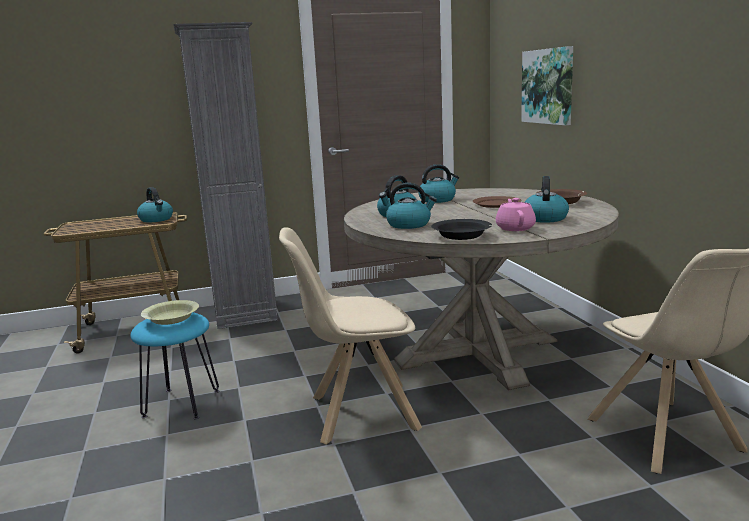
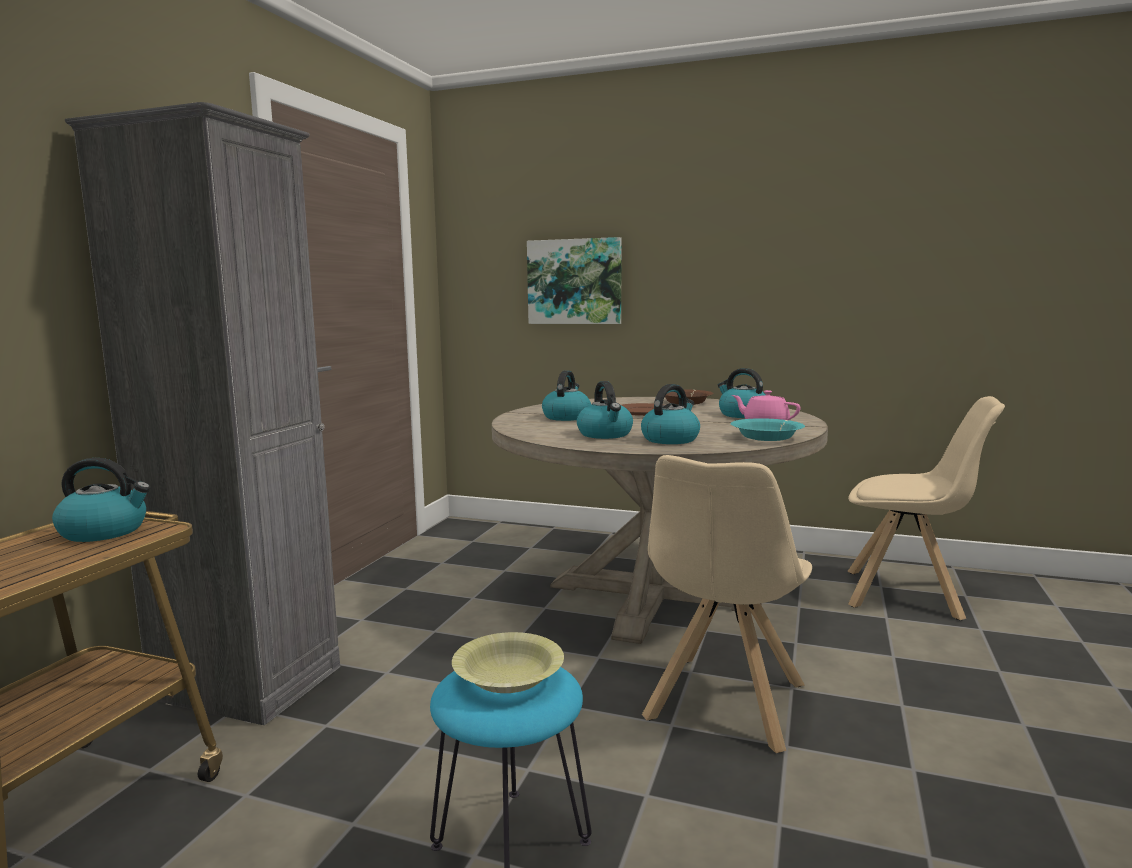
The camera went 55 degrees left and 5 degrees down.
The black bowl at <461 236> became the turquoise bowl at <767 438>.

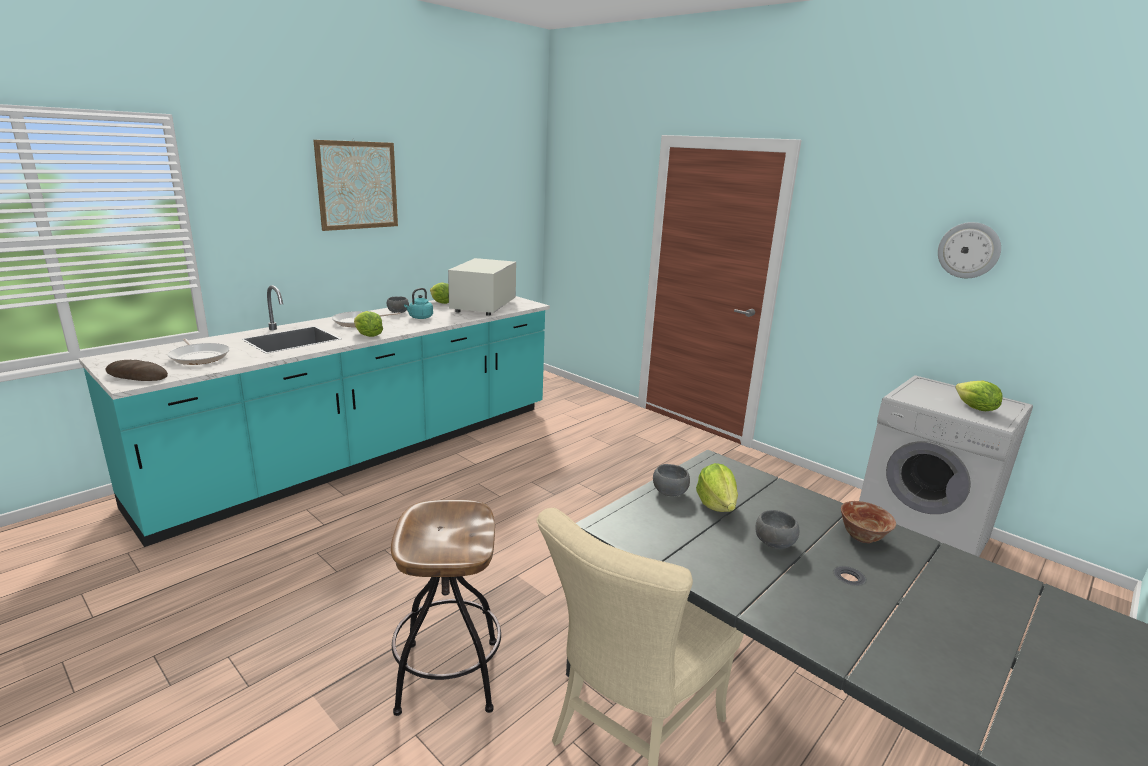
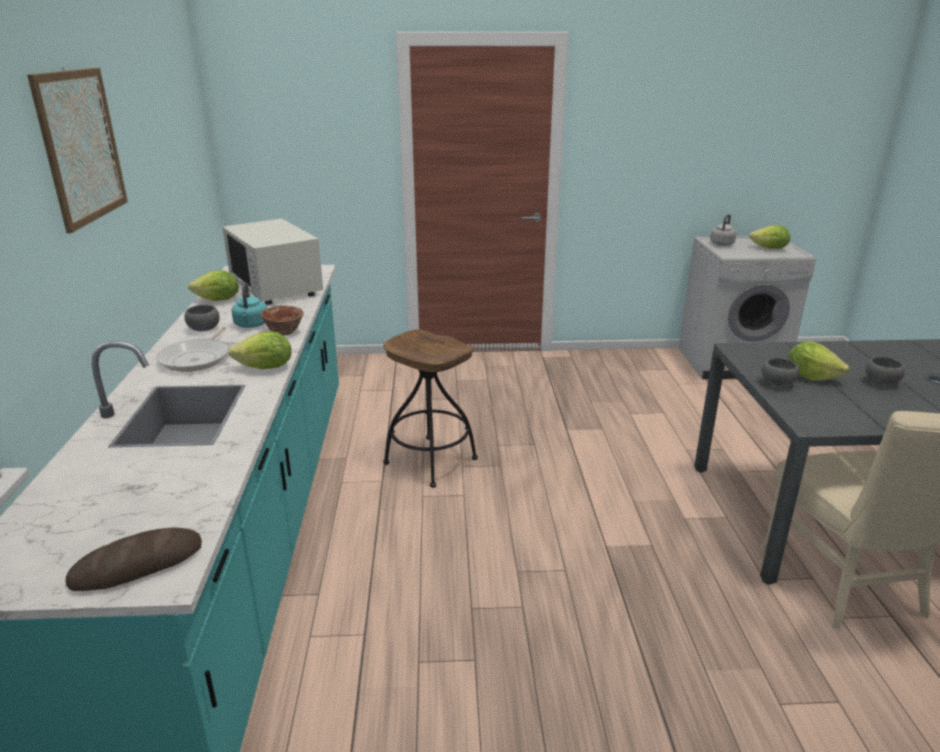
The camera went 45 degrees left and 5 degrees up.
The wall clock at <969 250> disappeared.
The frying pan at <199 357> disappeared.
The brown stool moved from <448 674> to <430 460>.
The bowl moved from <862 537> to <284 332>.
The grey kettle at <722 243> appeared.

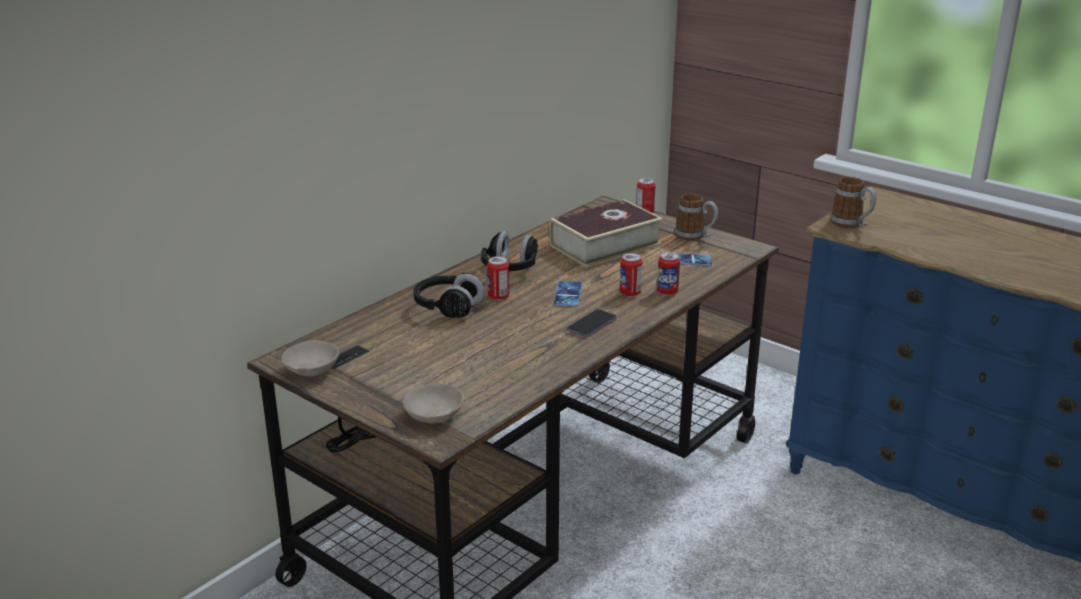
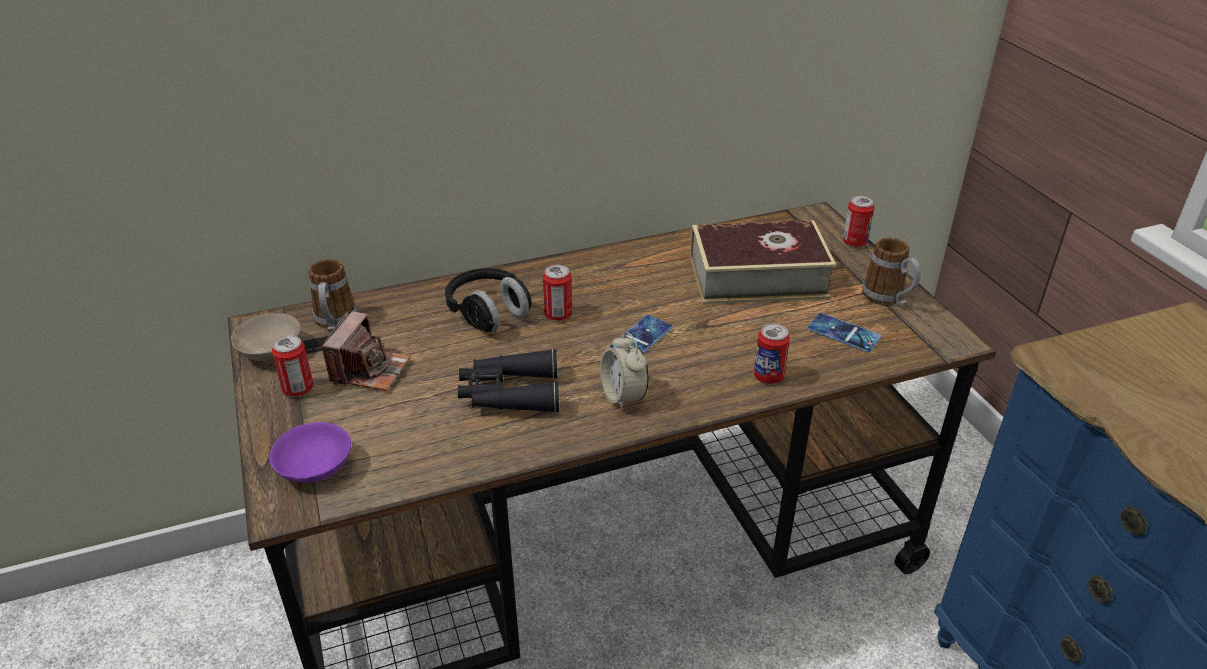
The camera went 30 degrees right and 10 degrees up.
The mug moved from <851 225> to <335 323>.
The black headphones at <510 268> disappeared.
The can moved from <630 293> to <298 389>.
The phone at <591 325> was replaced by the alarm clock at <623 396>.
The beige bowl at <433 414> became the purple bowl at <316 465>.
The photo camera at <369 370> appeared.
The black binoculars at <509 393> appeared.

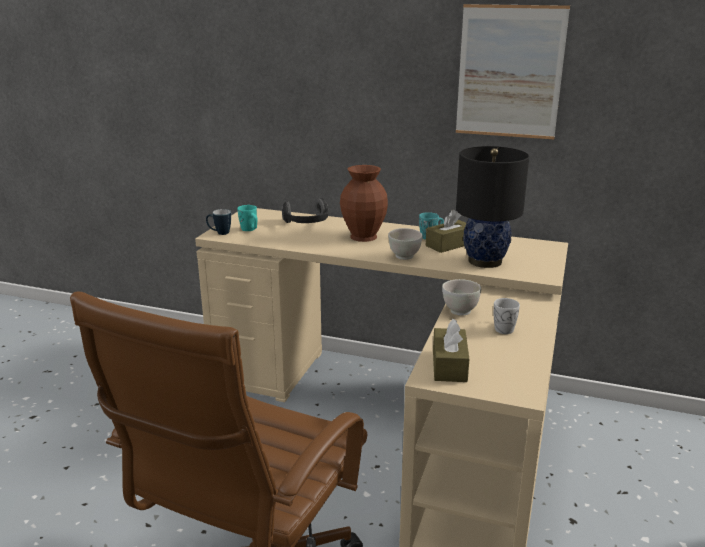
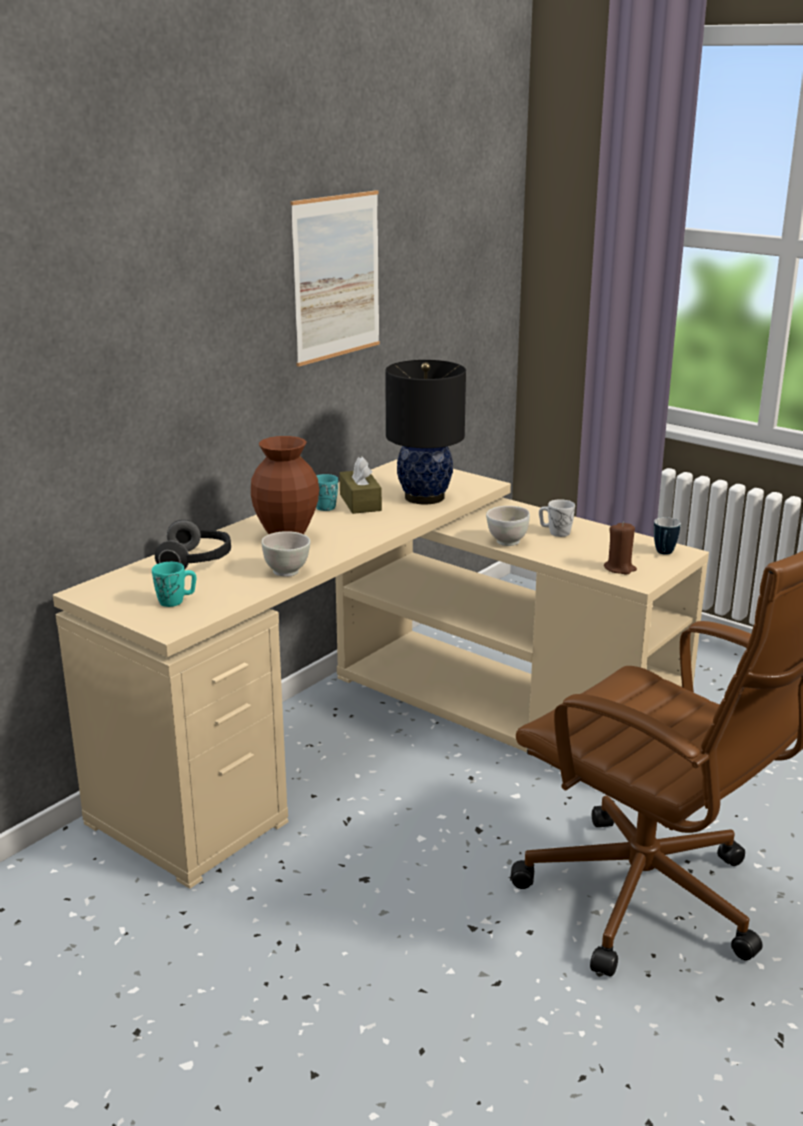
The camera went 70 degrees left and 0 degrees up.
The mug moved from <219 233> to <663 554>.
The white bowl moved from <404 257> to <287 572>.
The brown tissue box at <449 365> was replaced by the brown candle at <619 569>.

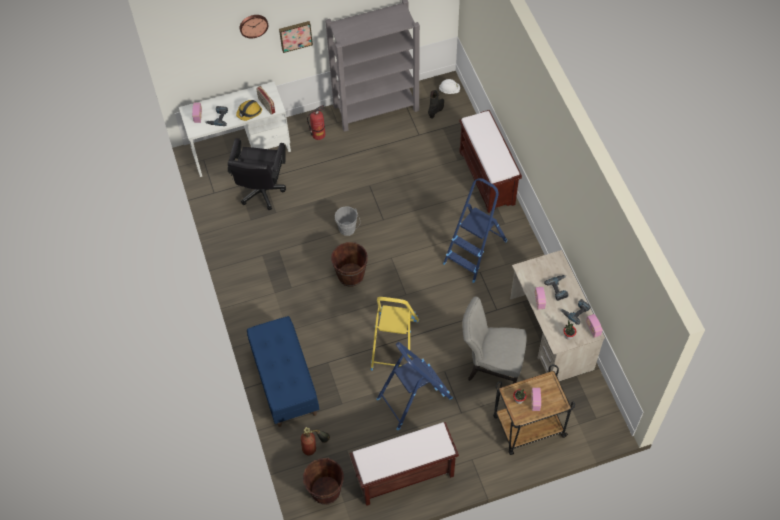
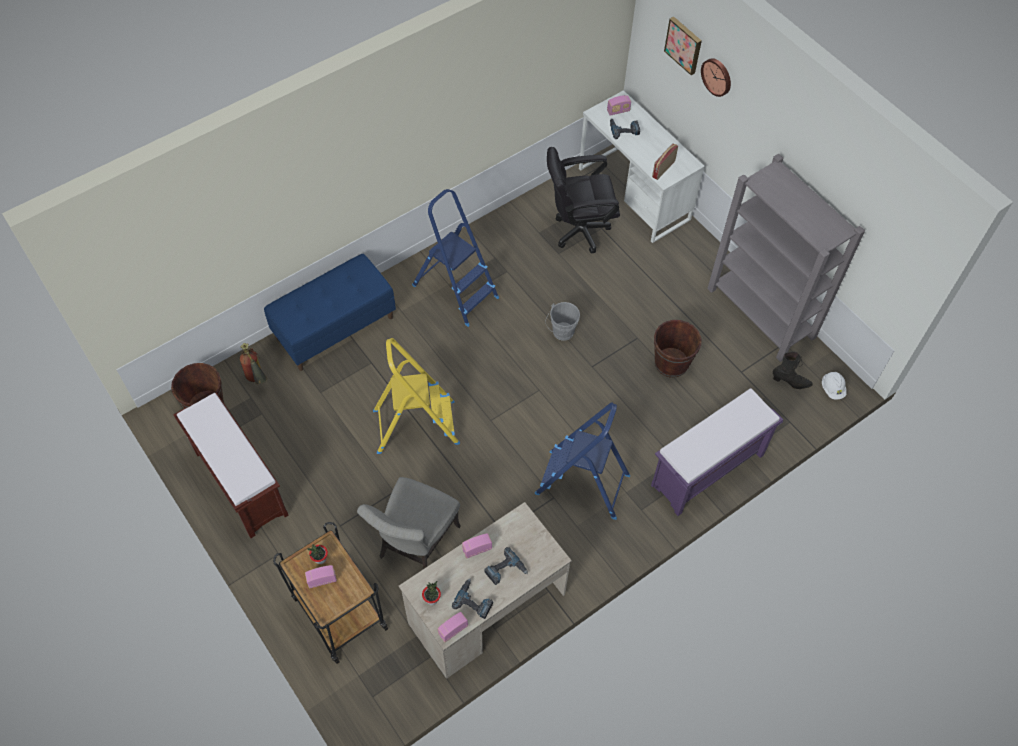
The camera went 70 degrees right and 0 degrees up.
The picture moved from <295 35> to <684 45>.
The hard hat at <249 112> disappeared.
The fire extinguisher at <318 134> disappeared.
The brown bench at <487 178> became the purple bench at <707 471>.
The brown bucket moved from <351 275> to <671 363>.
The grey chair at <491 366> turned 150 degrees counterclockwise.
The blue step ladder moved from <415 398> to <456 292>.

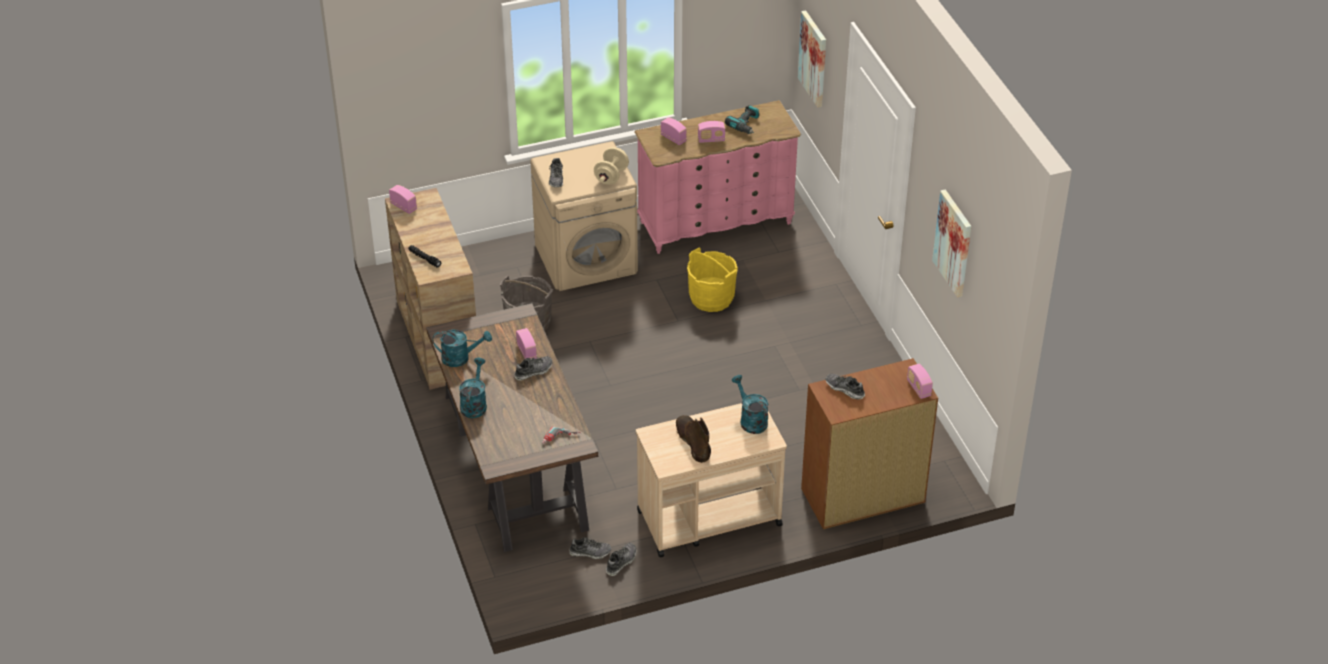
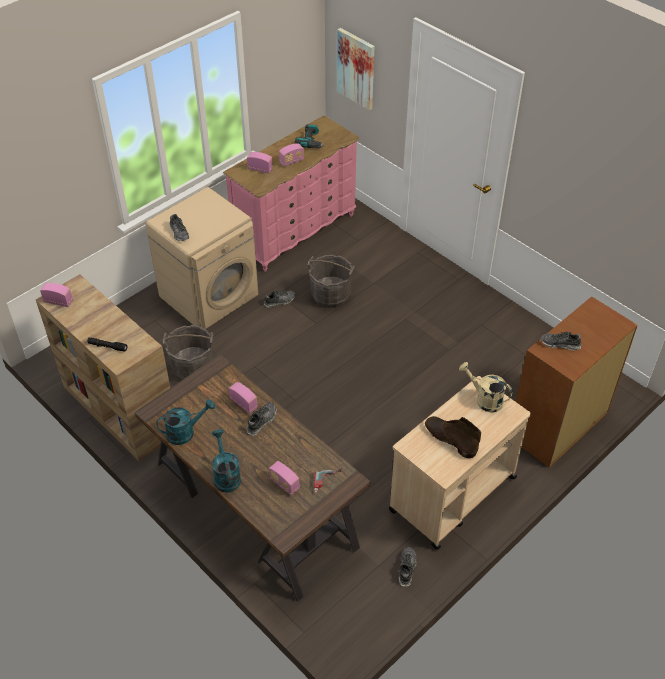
The camera went 25 degrees left and 5 degrees up.
The beige dumbbell at <611 176> disappeared.
The picture at <953 243> disappeared.
The yellow bucket at <711 298> became the grey bucket at <330 295>.
The radio moved from <918 388> to <284 484>.
The turquoise watering can at <750 420> became the beige watering can at <484 399>.
The shoe moved from <590 552> to <279 301>.

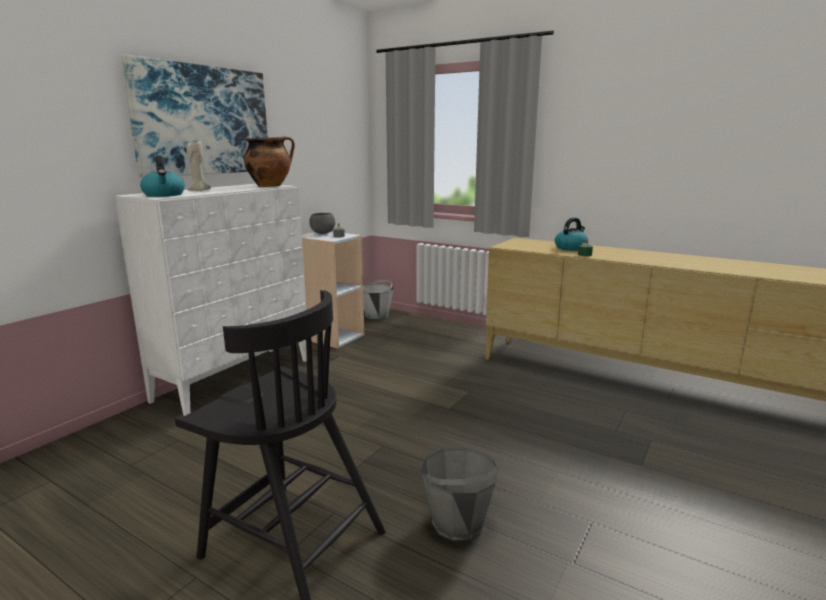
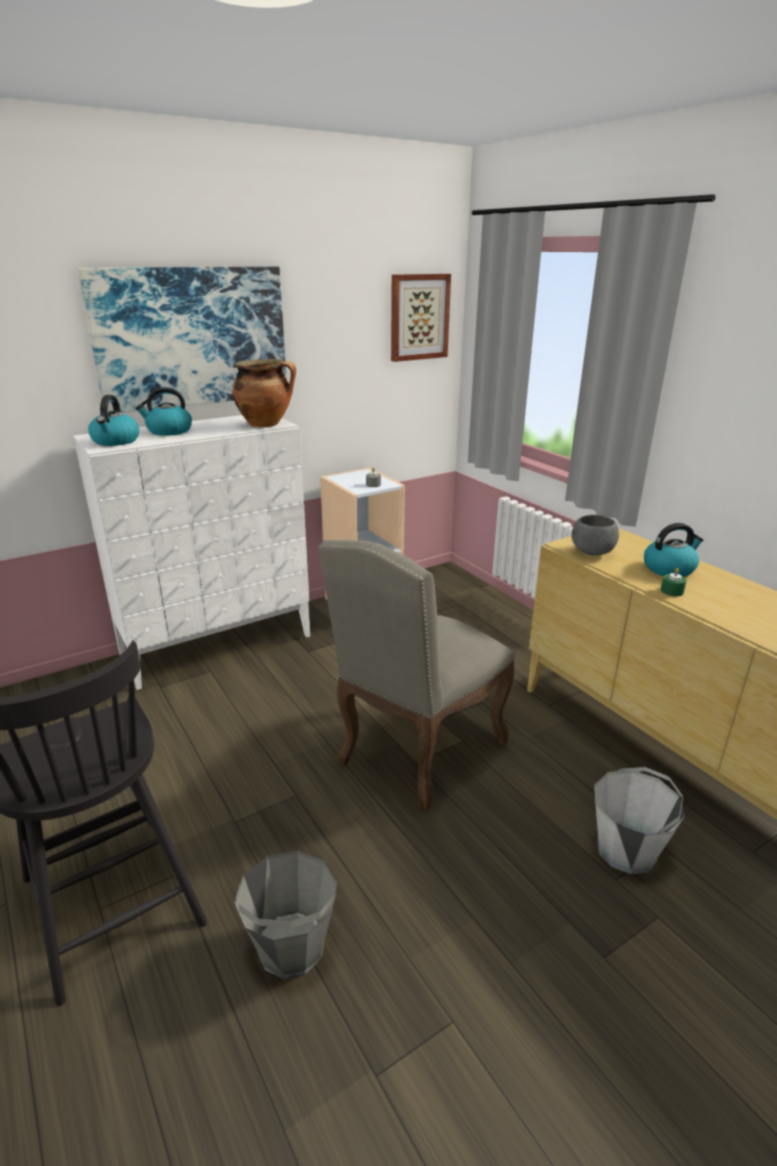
The camera went 25 degrees right and 10 degrees up.
The beige candle at <198 190> was replaced by the kettle at <168 431>.
The grey bowl moved from <323 233> to <592 552>.
The grey bucket moved from <377 315> to <627 850>.
The picture at <419 317> appeared.
The grey chair at <415 751> appeared.

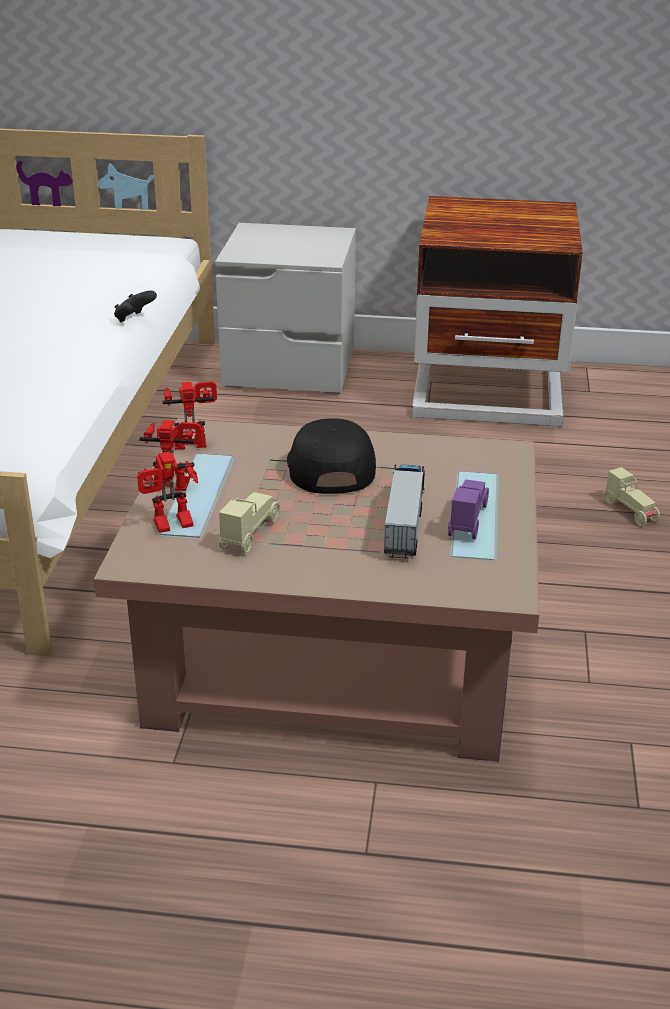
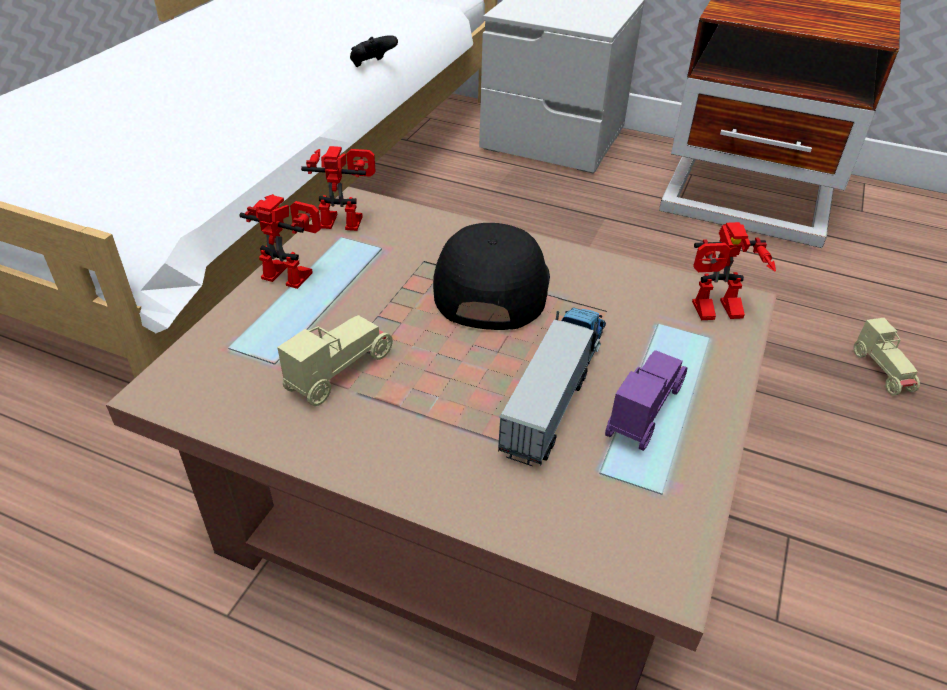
The camera went 15 degrees right and 10 degrees up.
The toy robot moved from <171 526> to <716 314>.

